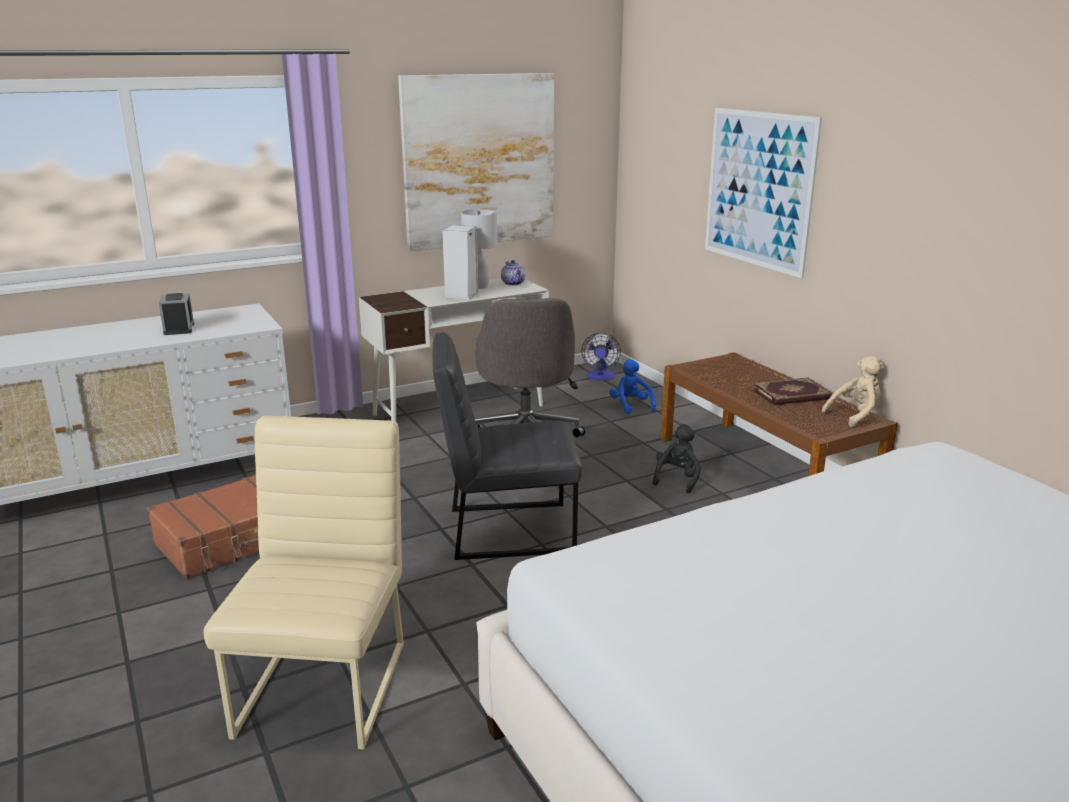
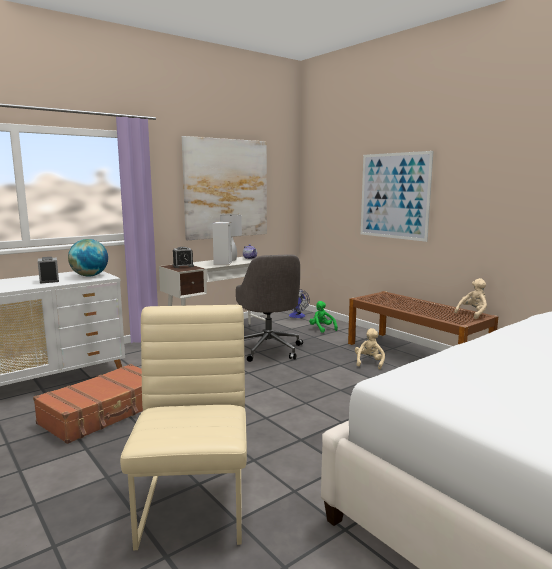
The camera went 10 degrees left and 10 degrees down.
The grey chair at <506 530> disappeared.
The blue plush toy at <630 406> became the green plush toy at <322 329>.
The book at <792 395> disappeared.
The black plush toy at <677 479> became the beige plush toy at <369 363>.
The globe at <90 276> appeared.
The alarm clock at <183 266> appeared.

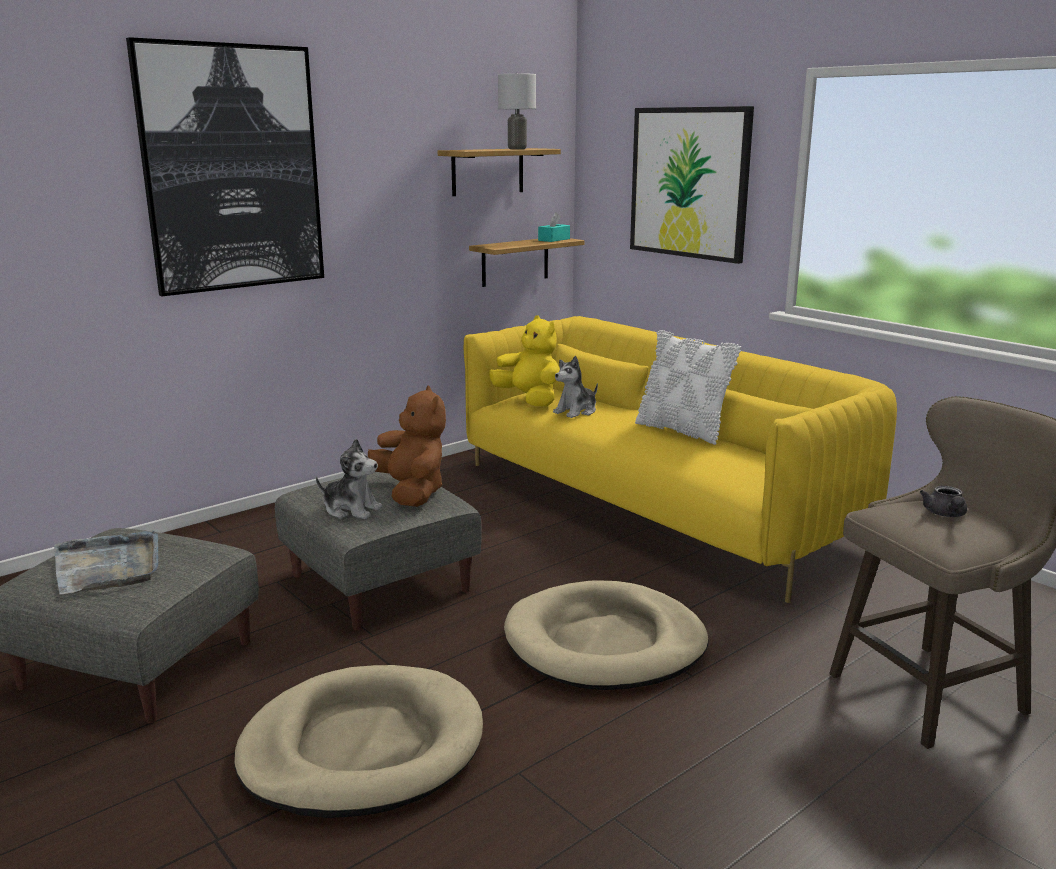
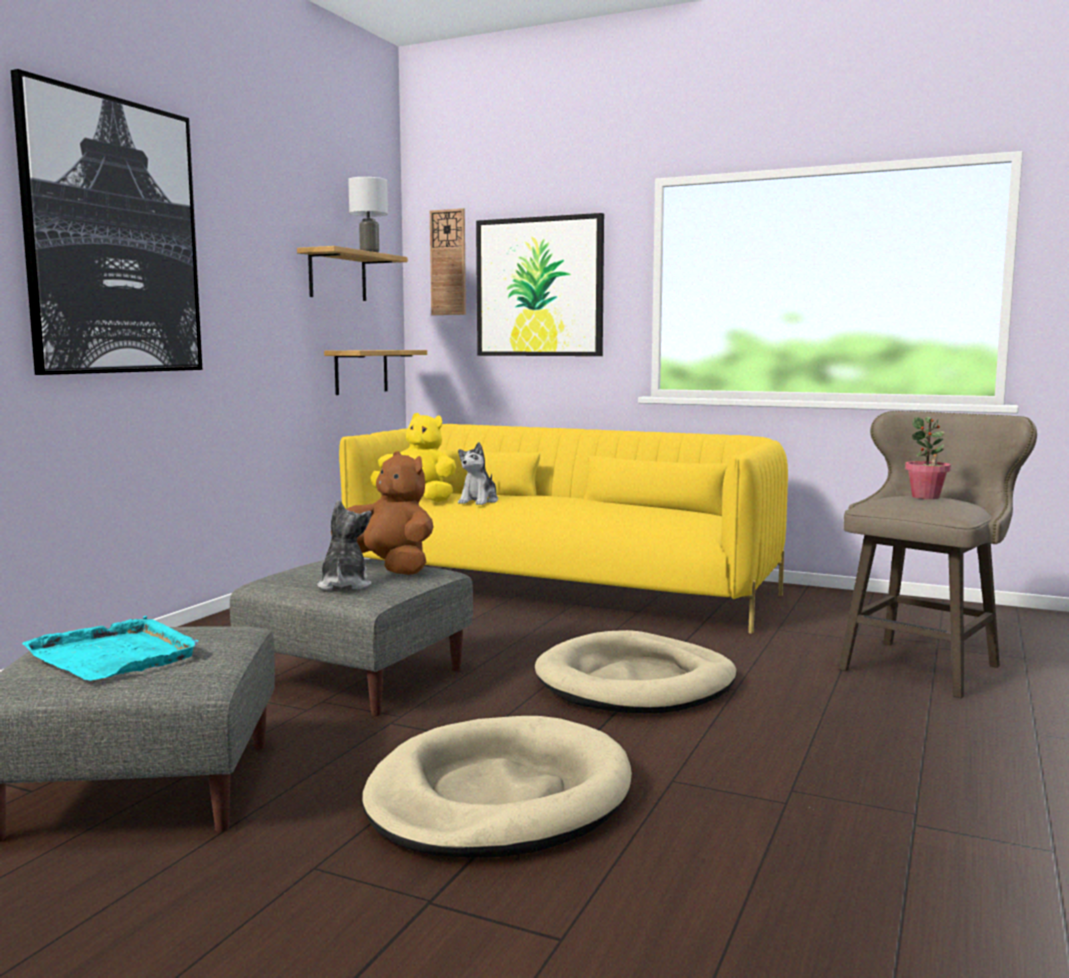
The camera went 25 degrees left and 10 degrees down.
The turquoise tissue box at <554 239> disappeared.
The white pillow at <683 431> disappeared.
The plush toy at <351 509> turned 90 degrees counterclockwise.
The grey teapot at <945 514> was replaced by the potted plant at <925 497>.
The grey tray at <108 566> became the turquoise tray at <115 655>.
The wall clock at <448 262> appeared.

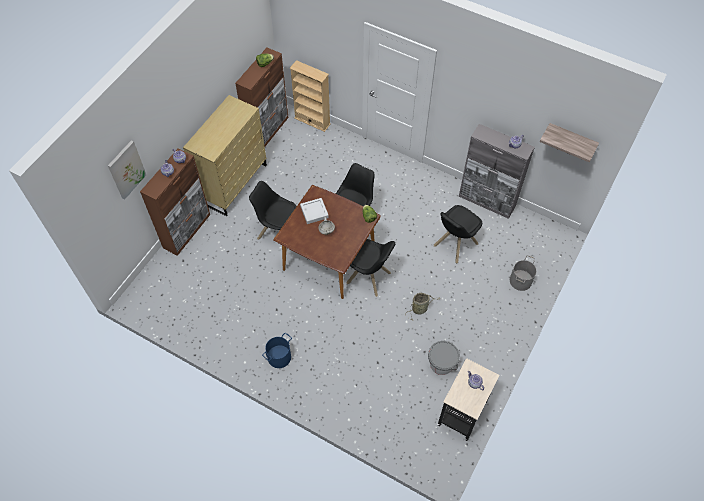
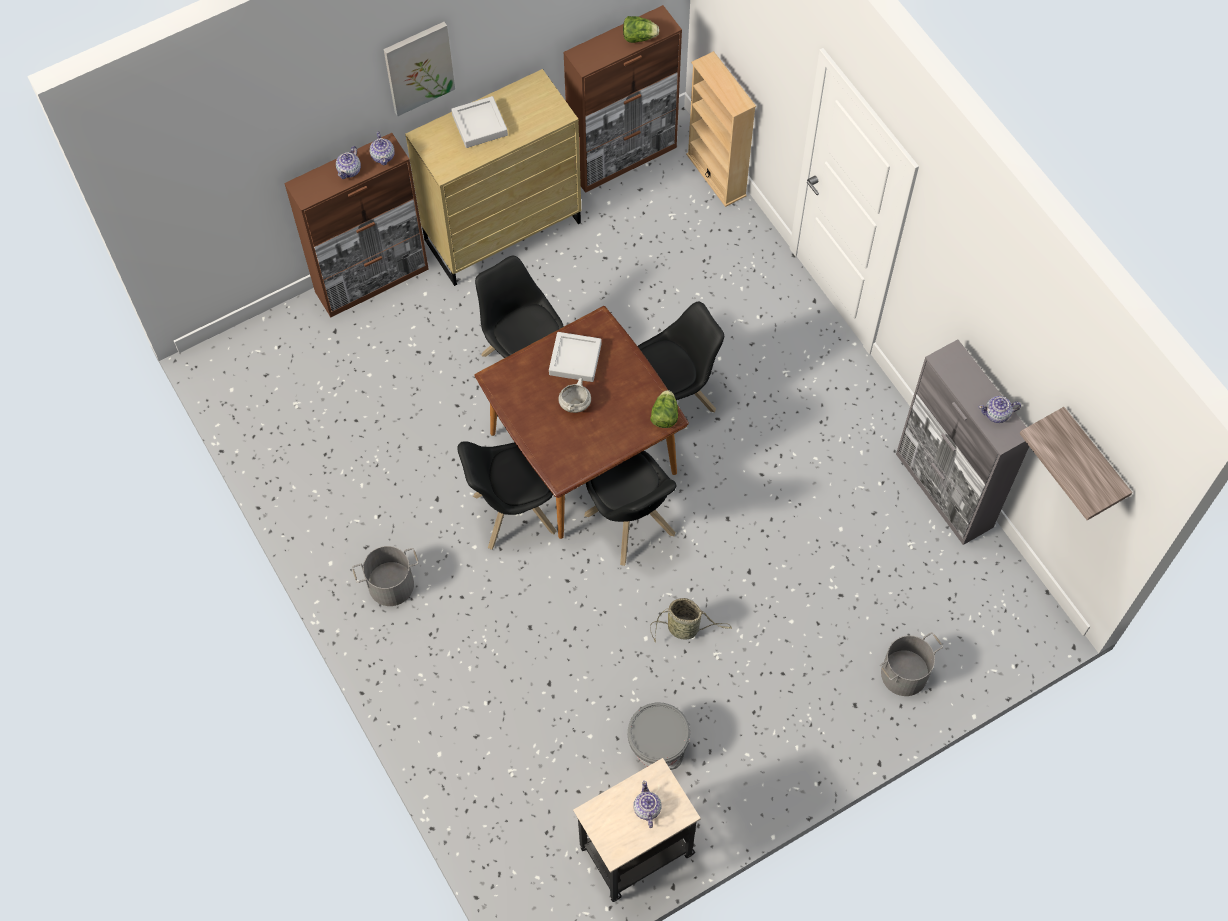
The camera went 30 degrees right and 5 degrees up.
The picture moved from <126 169> to <418 67>.
The black chair moved from <455 244> to <513 513>.
The blue bucket at <279 357> became the grey bucket at <391 584>.
The grey tray at <479 125> appeared.

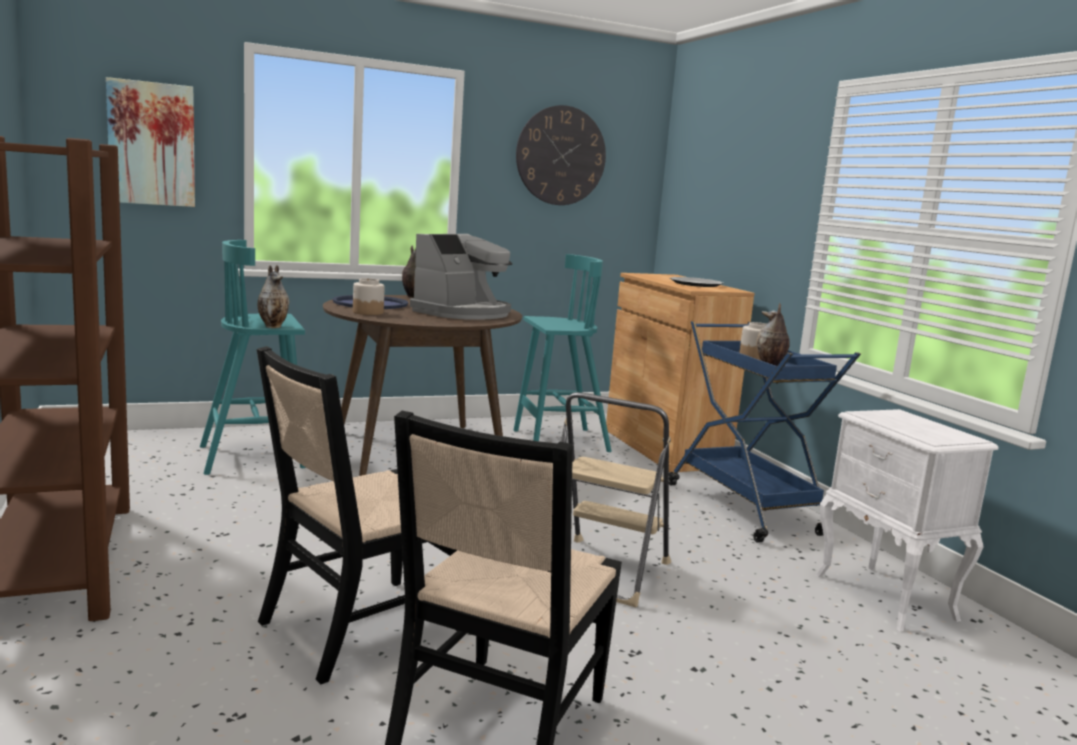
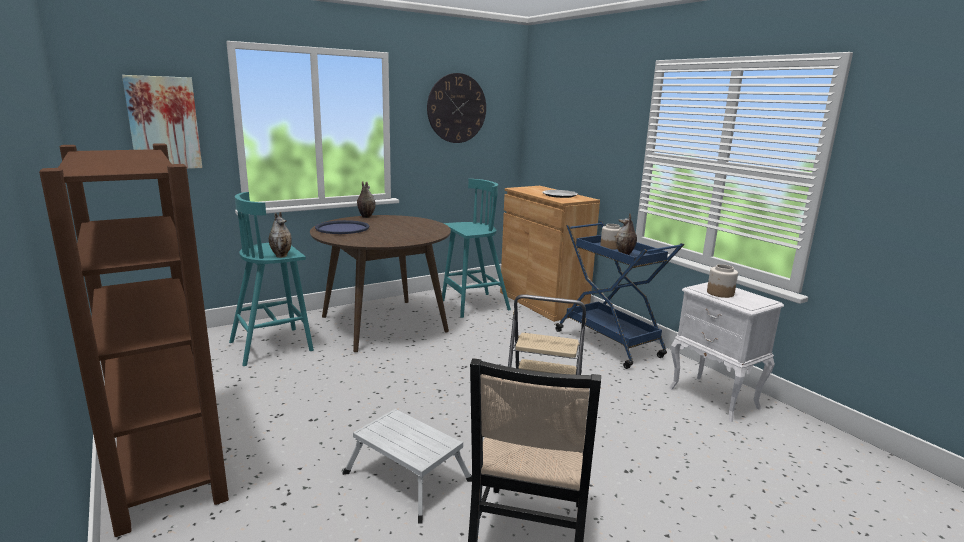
The camera went 10 degrees left and 5 degrees up.
The coffee machine at <463 313> disappeared.
The jar moved from <368 312> to <720 293>.
The chair at <361 627> was replaced by the white step ladder at <407 476>.

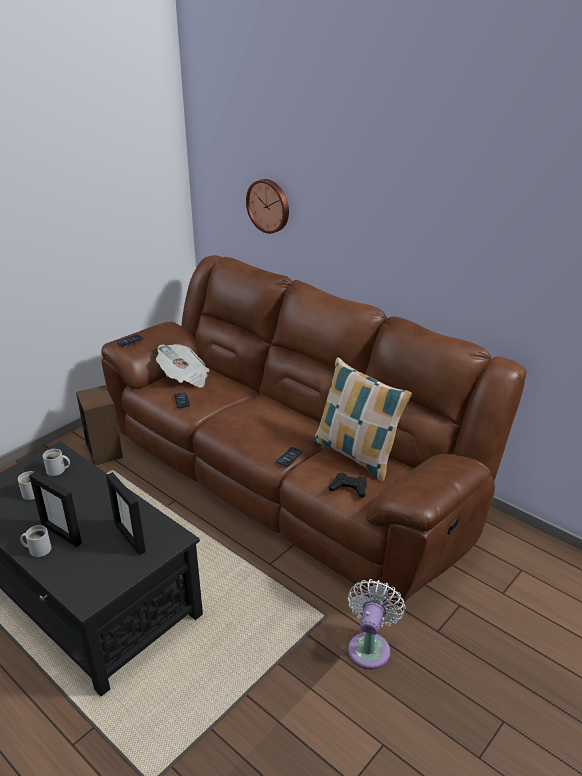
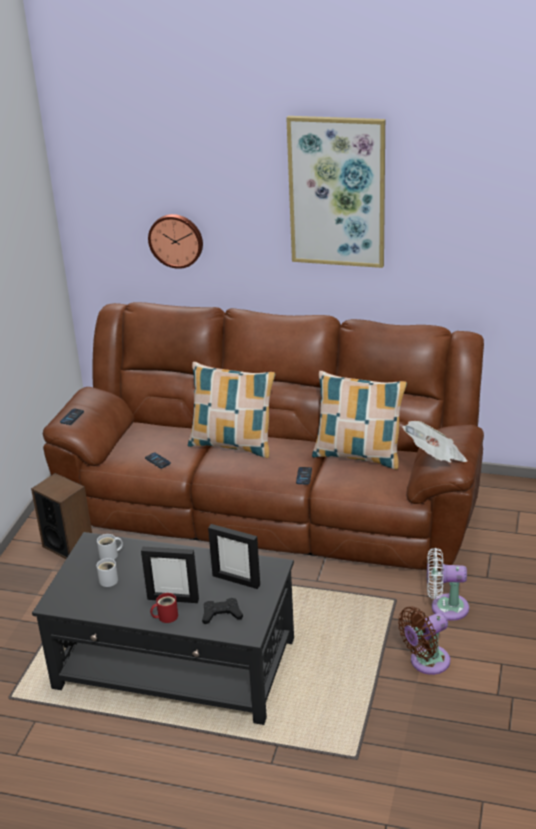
The camera went 25 degrees left and 0 degrees up.
The newspaper moved from <184 377> to <434 457>.
The black game controller moved from <349 488> to <221 614>.
The white mug at <38 549> became the red mug at <166 616>.
The white fan at <370 646> turned 75 degrees counterclockwise.
The picture at <337 192> appeared.
The pillow at <233 445> appeared.
The brown fan at <426 662> appeared.

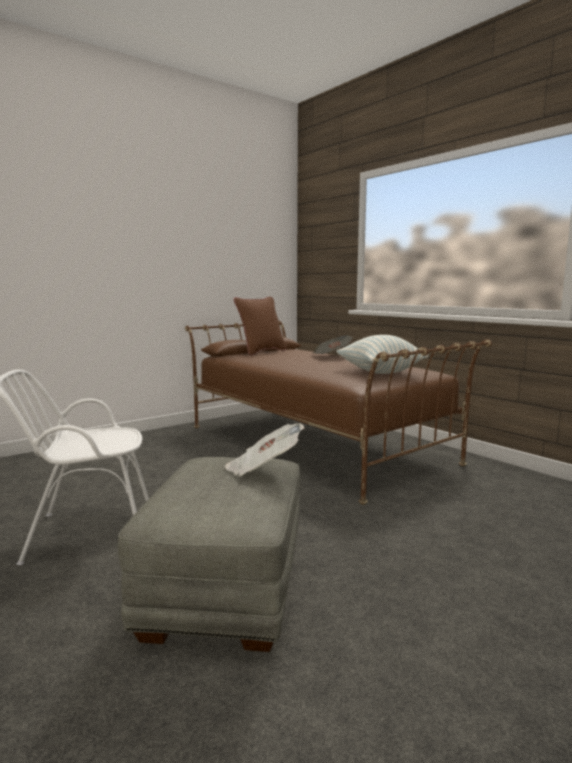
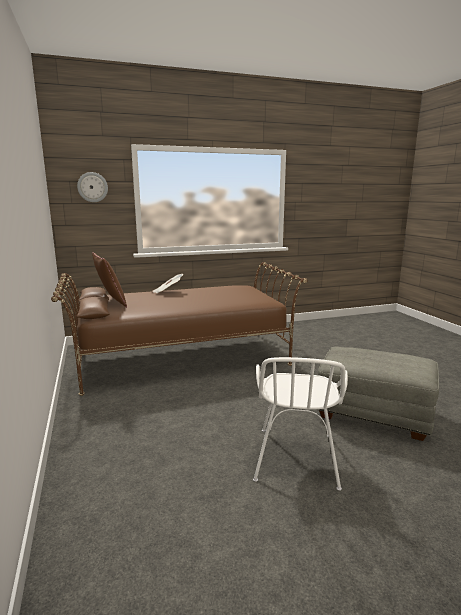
The camera went 70 degrees left and 5 degrees up.
The pillow at <380 372> disappeared.
The newspaper at <263 469> disappeared.
The wall clock at <92 187> appeared.

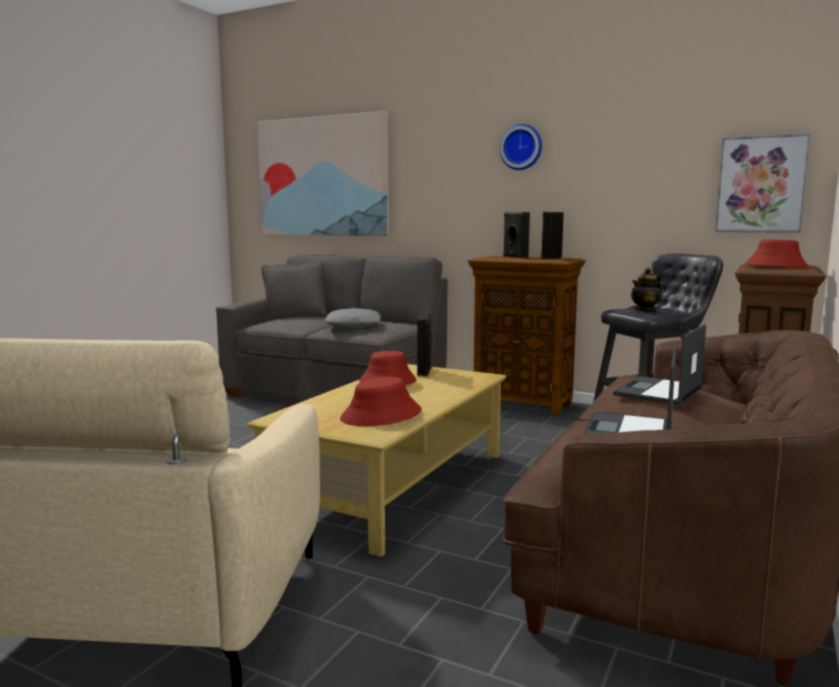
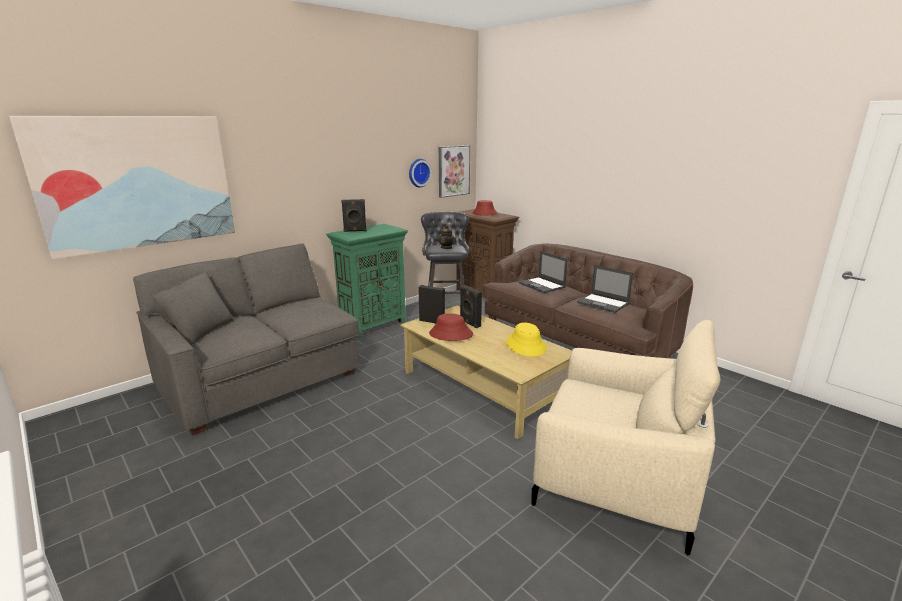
The camera went 70 degrees left and 10 degrees up.
The wall clock moved from <521 147> to <418 173>.
The black speaker moved from <550 258> to <469 323>.
The brown cabinet at <524 404> became the green cabinet at <373 324>.
The grey pillow at <354 325> disappeared.
The red hat at <381 415> became the yellow hat at <526 345>.

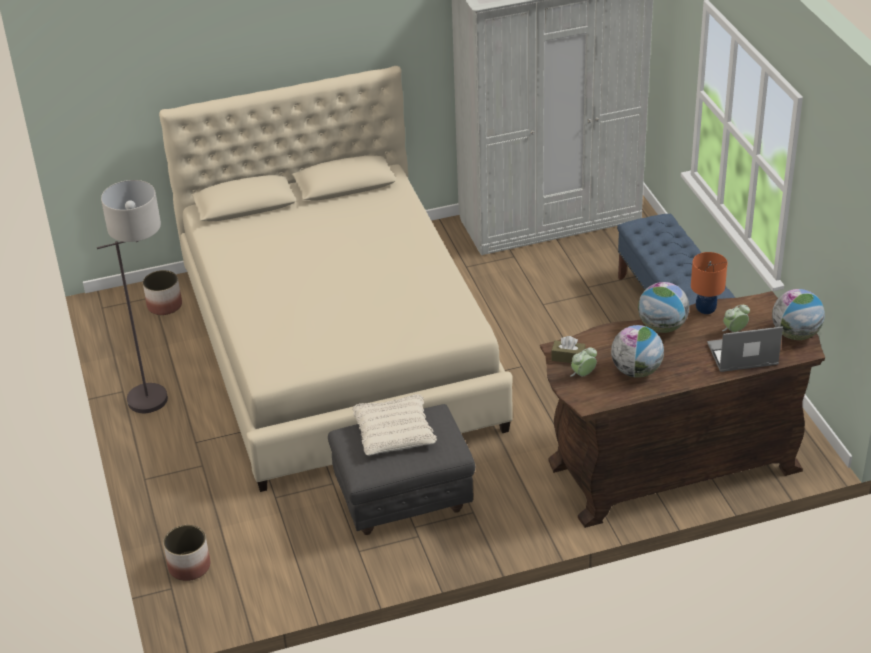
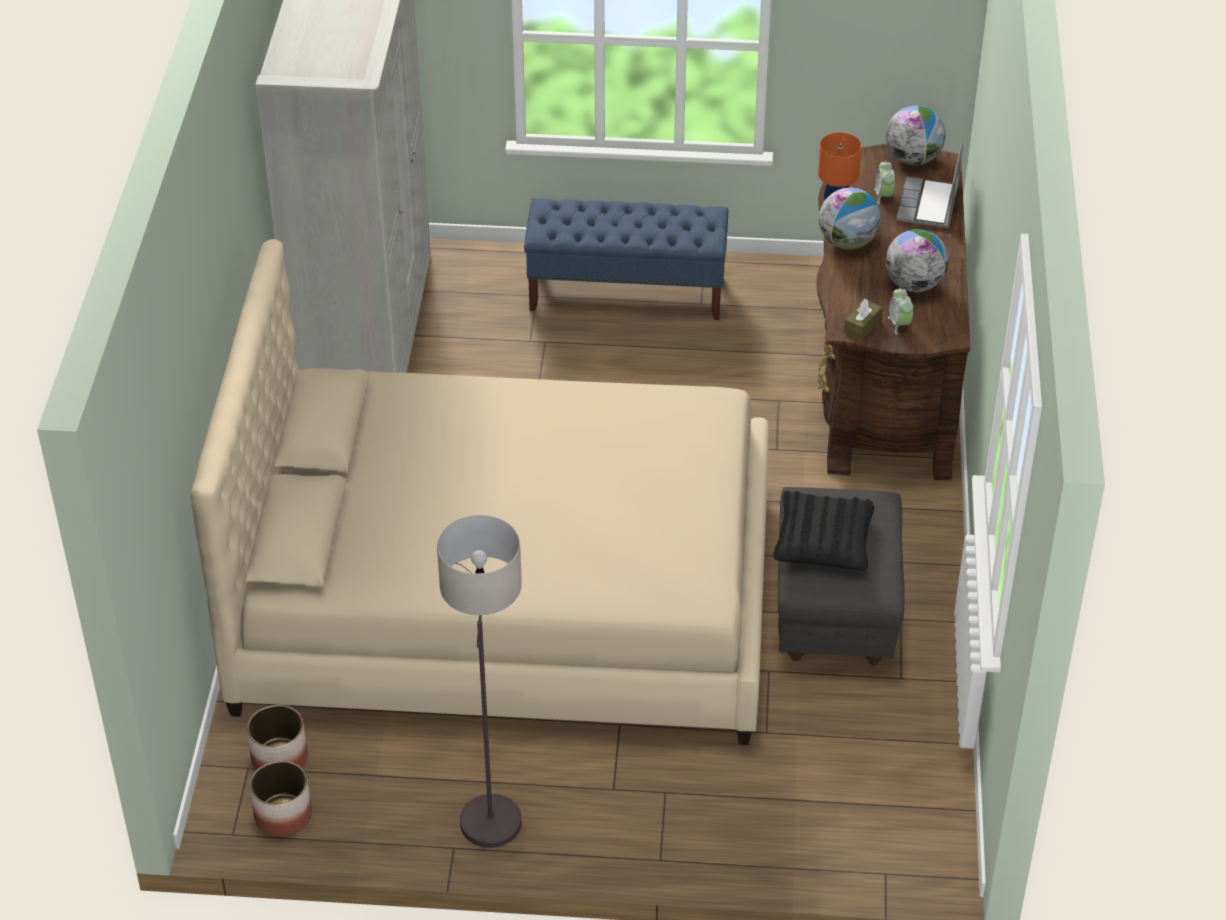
The camera went 70 degrees left and 5 degrees up.
The beige pillow at <394 432> became the black pillow at <823 540>.
The planter moved from <189 566> to <282 816>.

